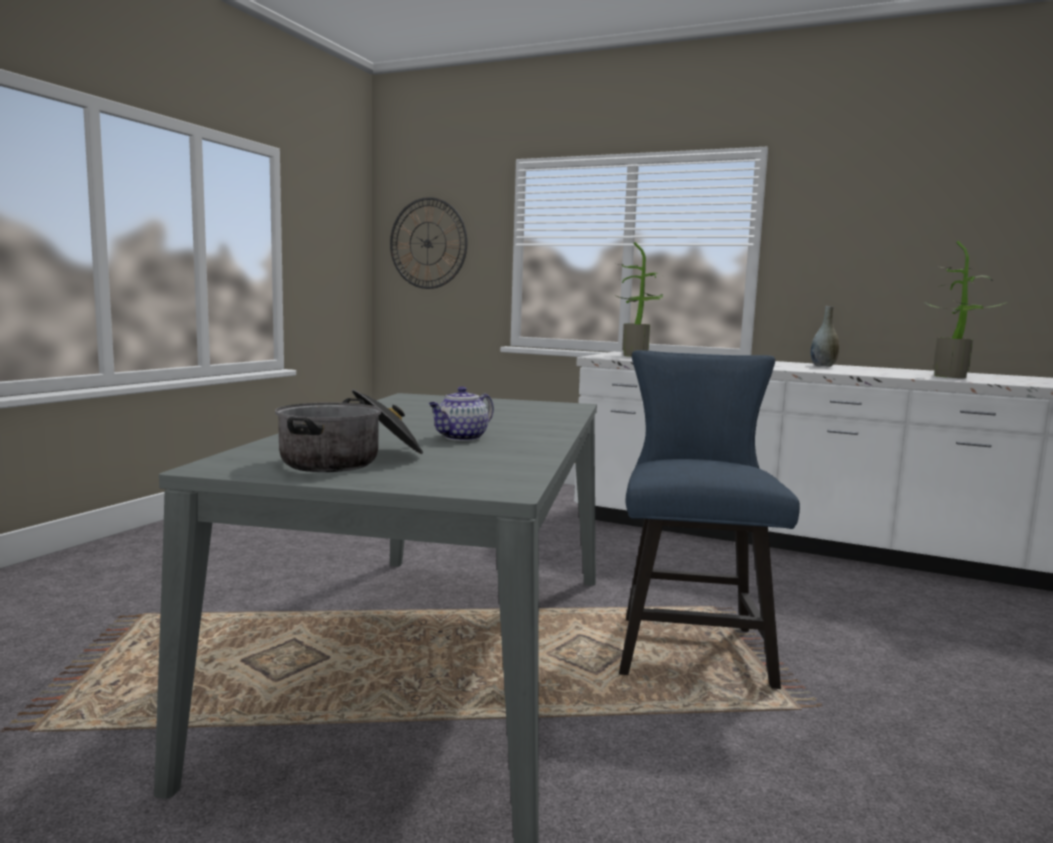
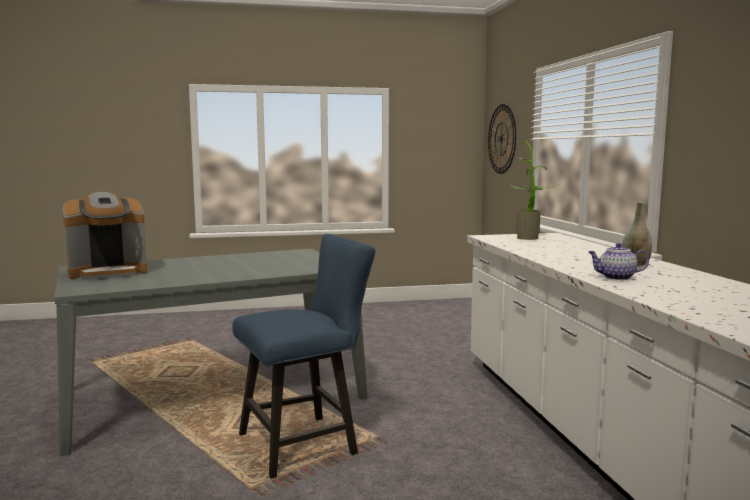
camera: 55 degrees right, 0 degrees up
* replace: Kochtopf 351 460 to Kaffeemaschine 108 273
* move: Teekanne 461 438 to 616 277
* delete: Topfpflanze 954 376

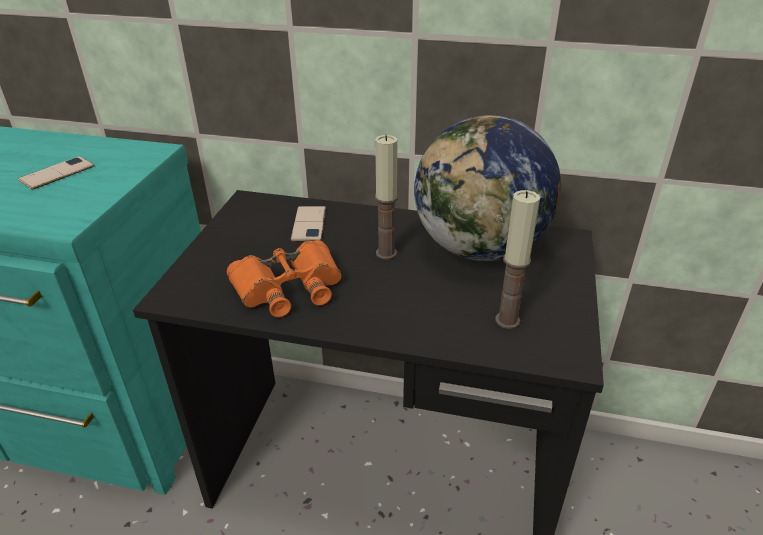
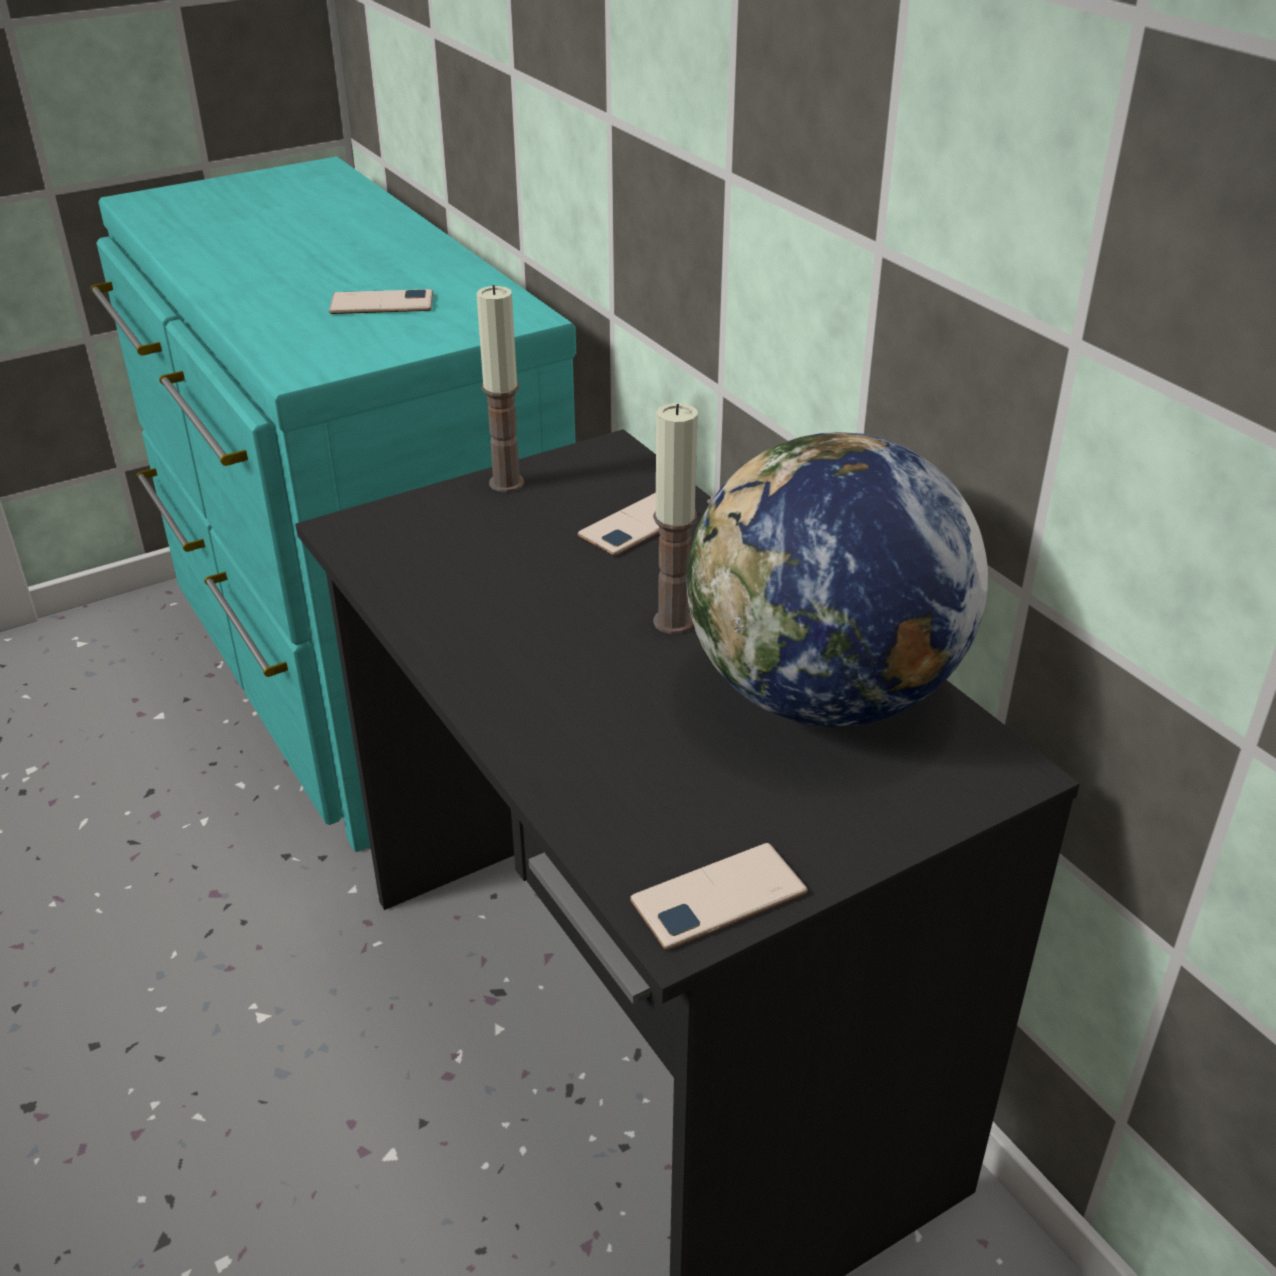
camera: 45 degrees right, 0 degrees up
* move: Kerze 507 320 to 506 483
* insert: Handy 719 896
* delete: Fernglas (orange) 288 287

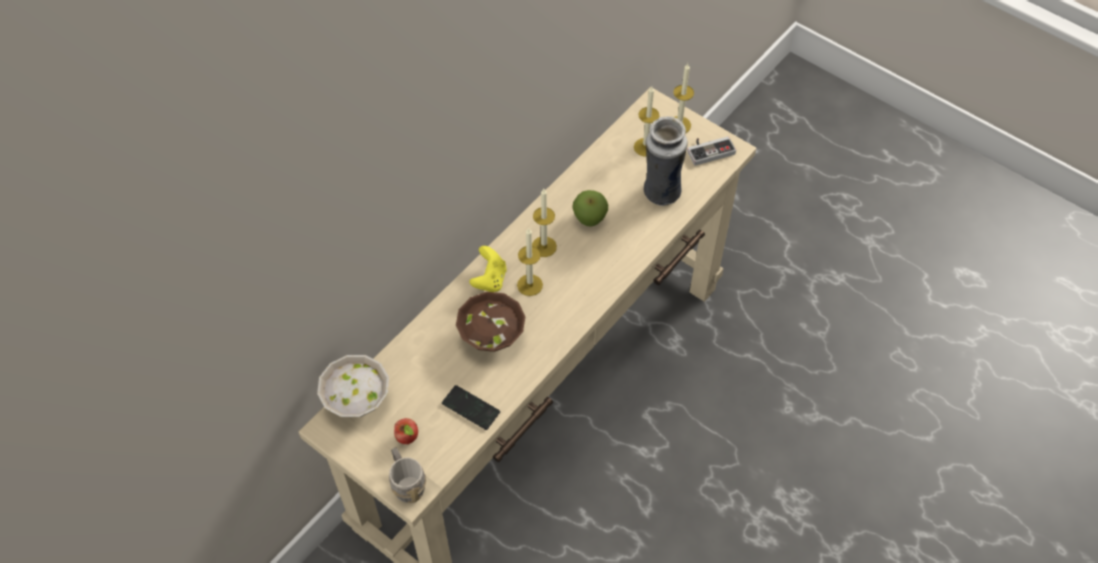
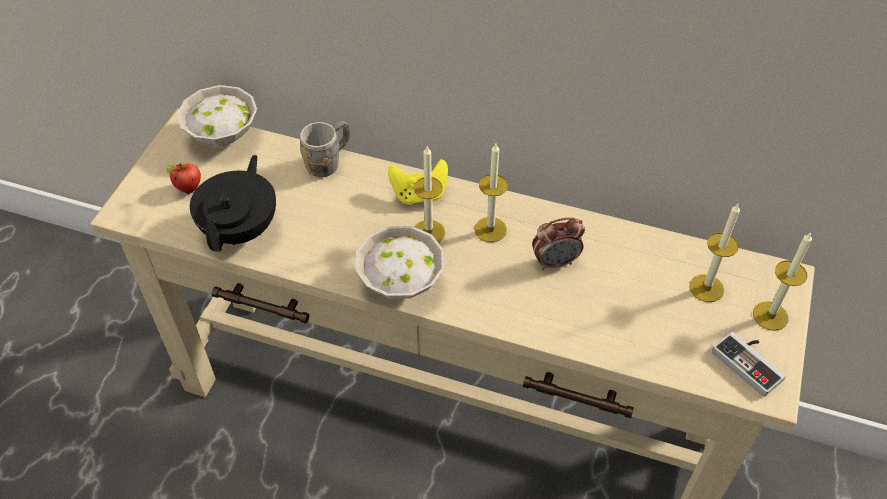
camera: 70 degrees right, 5 degrees down
* replace: Handy 471 408 to Teekanne (schwarz) 241 229
* move: Henkelbecher (grau) 406 483 to 328 162
* insert: Schüssel (weiß) 401 286
* replace: Apfel 589 219 to Wecker 555 262
* delete: Schüssel (braun) 492 335
* delete: Vase 660 193

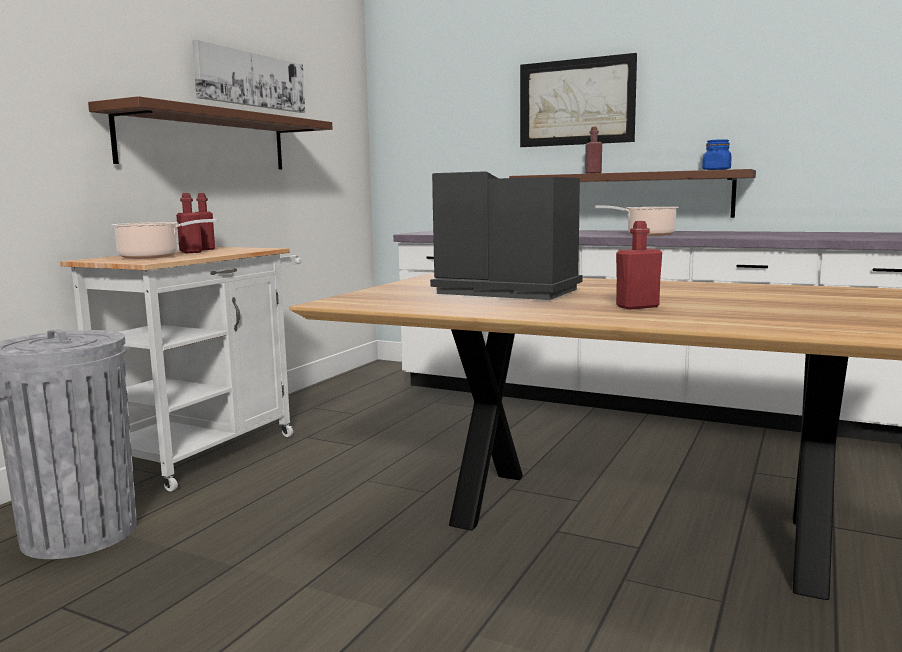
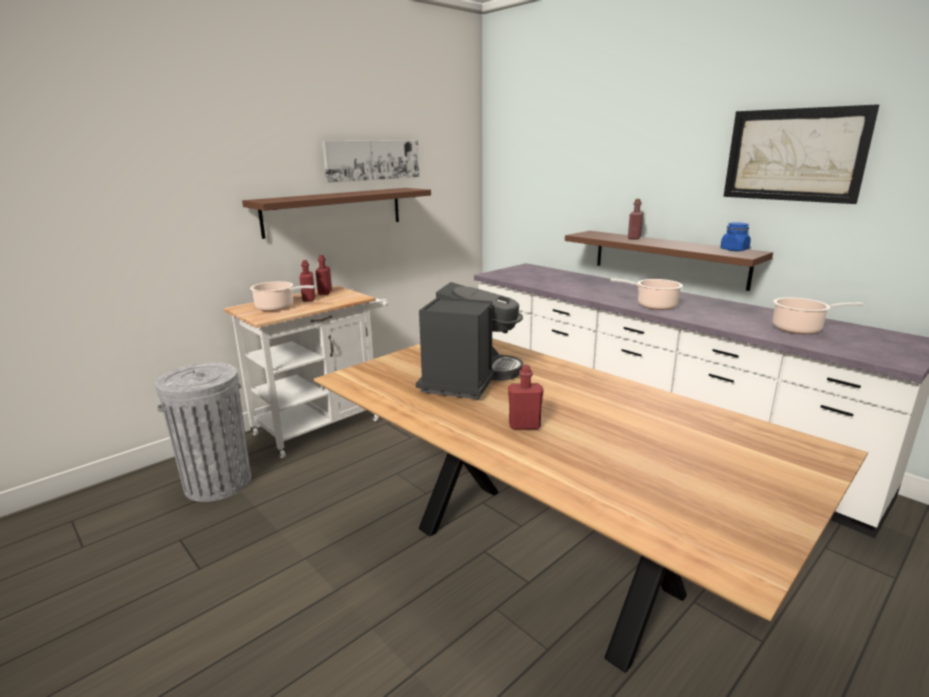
camera: 20 degrees right, 10 degrees up
* rotate: Kaffeemaschine 505 292 = 468 378 60 degrees clockwise
* move: Bild 576 102 to 794 155
* insert: Kochtopf 800 329

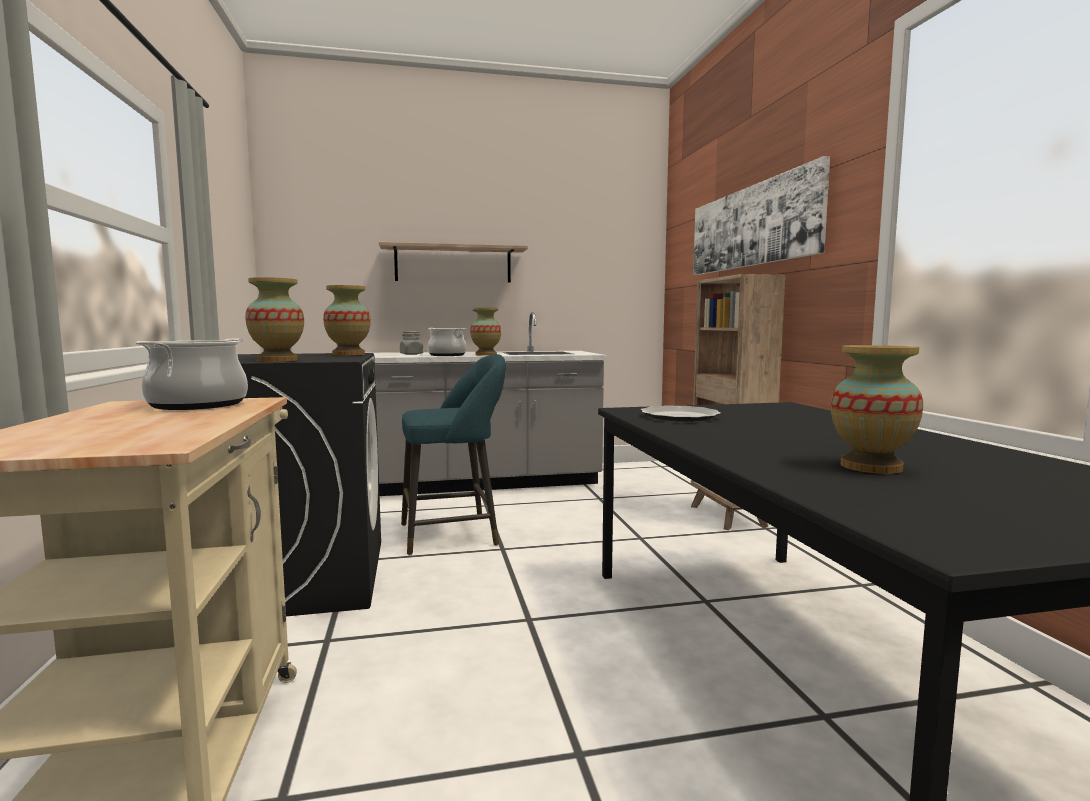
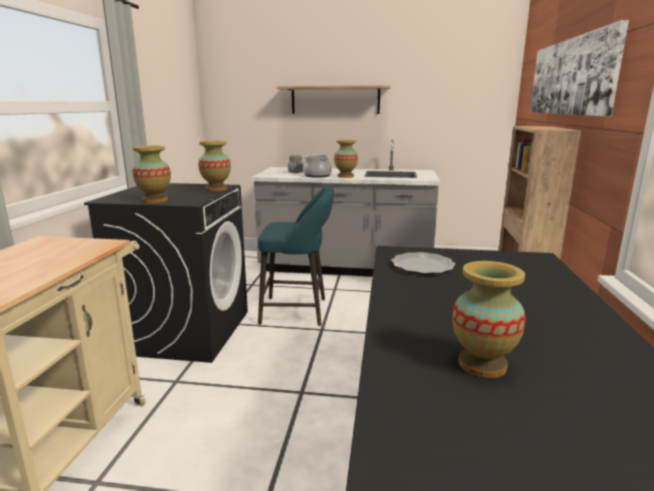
camera: 20 degrees right, 10 degrees up
* delete: Kochtopf 197 405

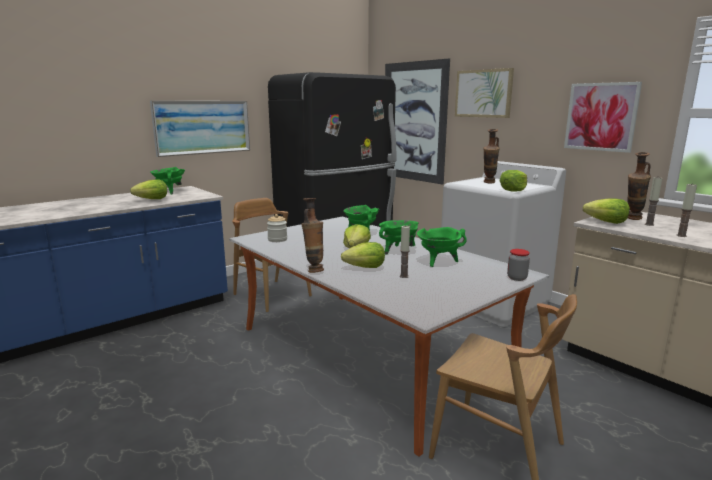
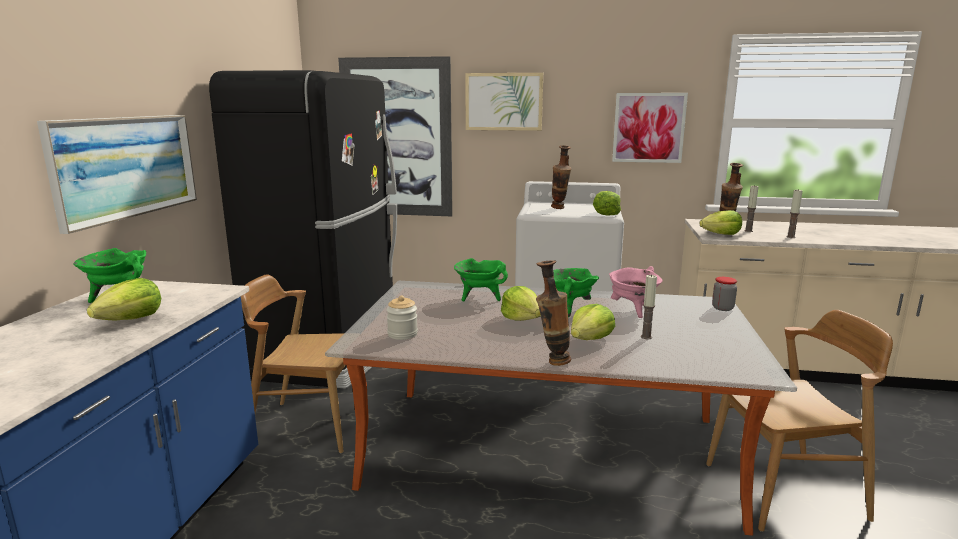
camera: 40 degrees left, 0 degrees up
* recolor: Kochtopf (grün) 438 262 to Kochtopf (rosa) 632 311

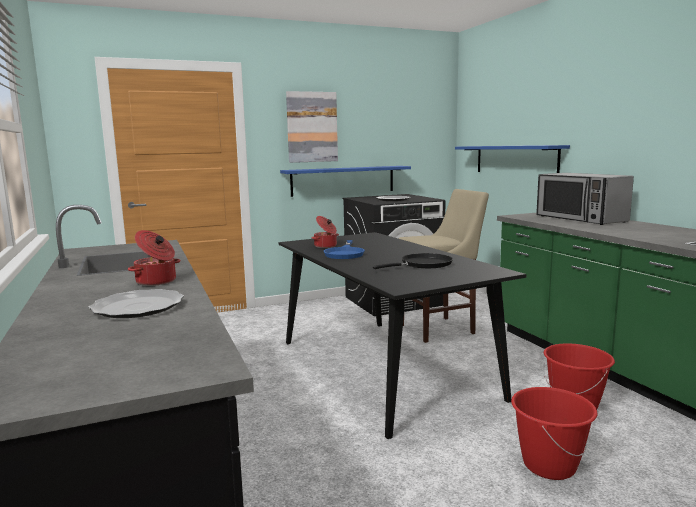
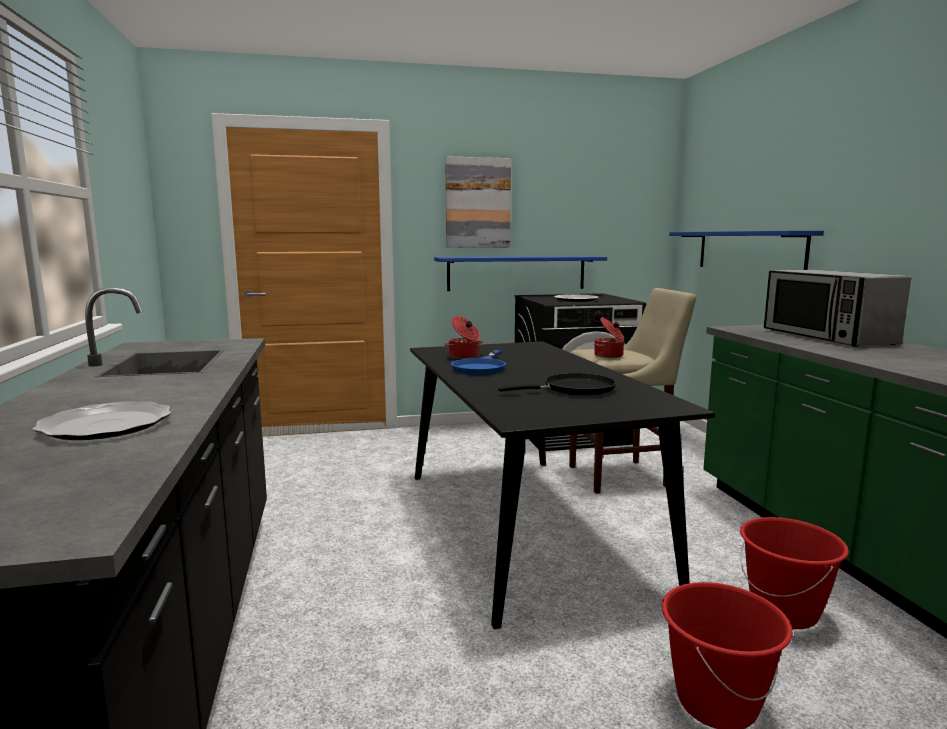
camera: 10 degrees right, 0 degrees up
* move: Kochtopf 157 281 to 609 356

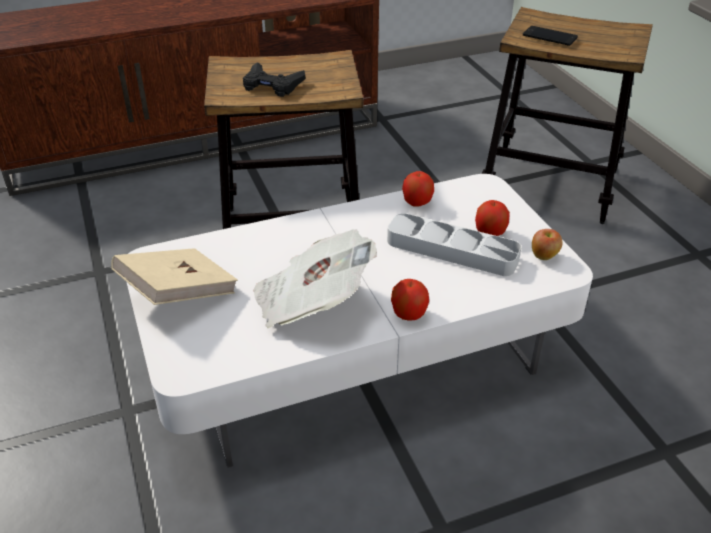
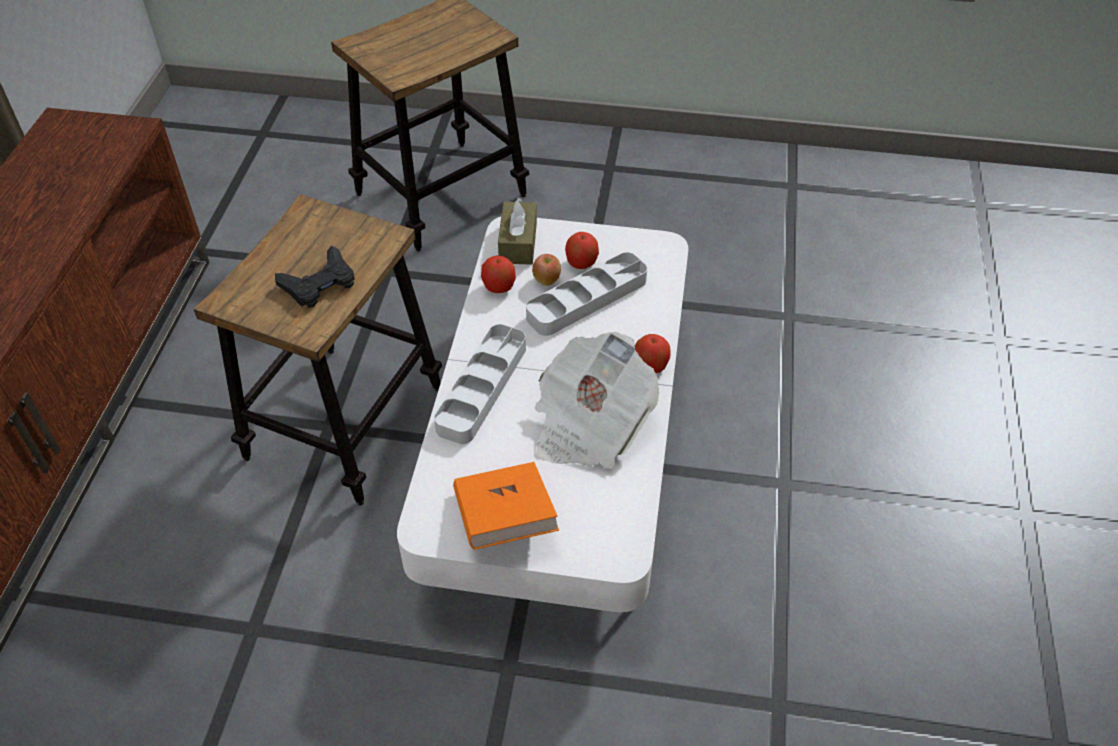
camera: 60 degrees left, 10 degrees up
* insert: Tablett (grau) 482 388
* recolor: Buch (beige) 178 294 to Buch (orange) 505 520
* insert: Taschentuchbox (braun) 518 243
* move: Apfel 544 256 to 547 280
* delete: Handy 549 36

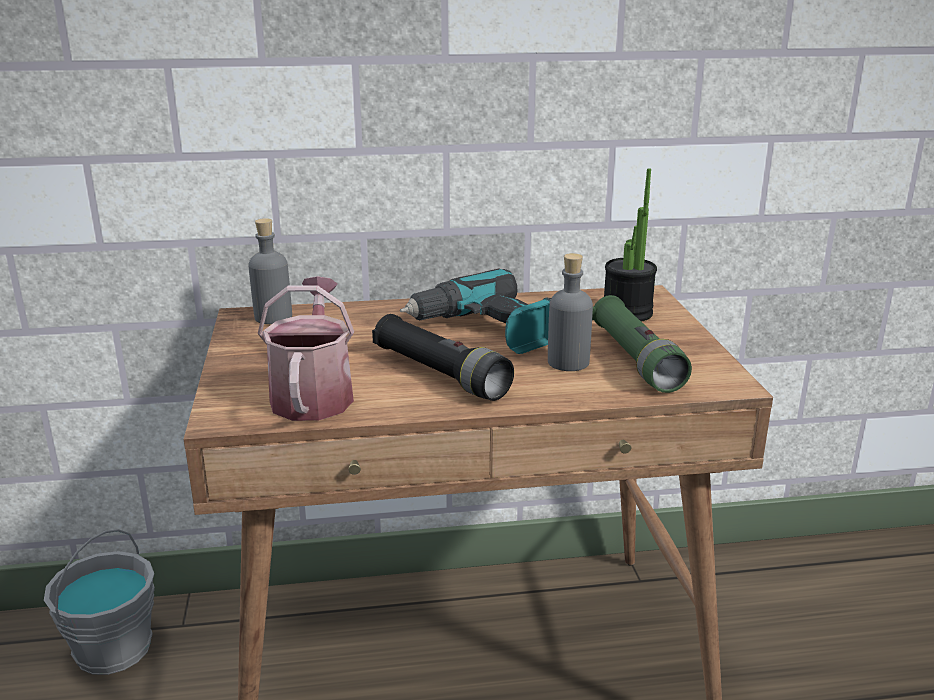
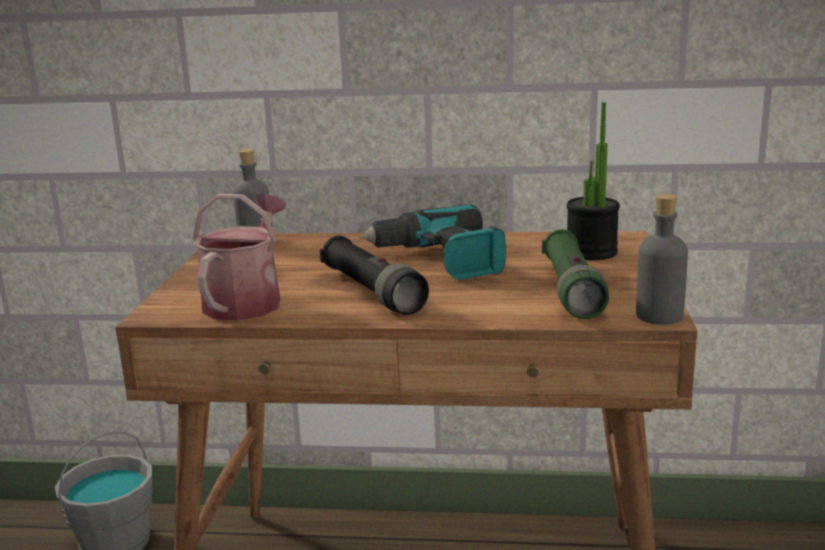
camera: 15 degrees right, 5 degrees down
* move: Flasche (grau) 568 362 to 659 316

